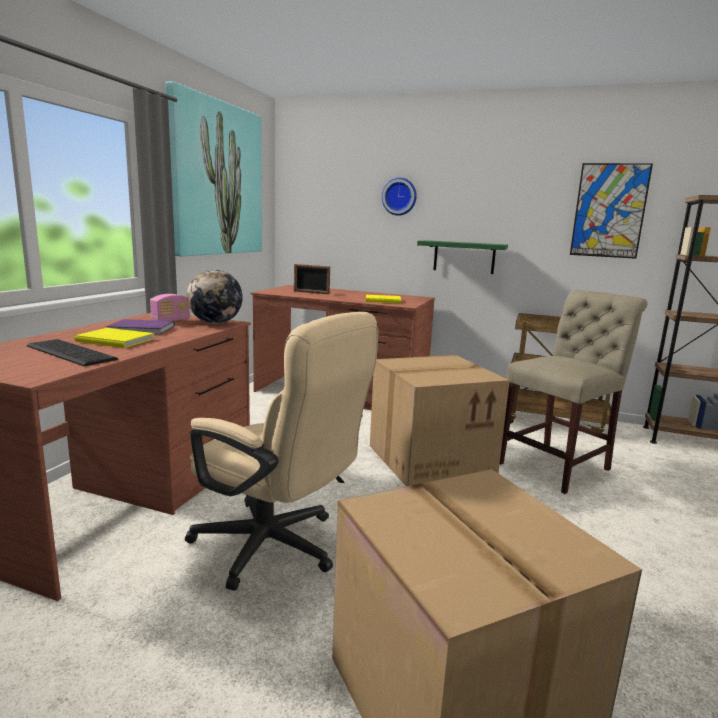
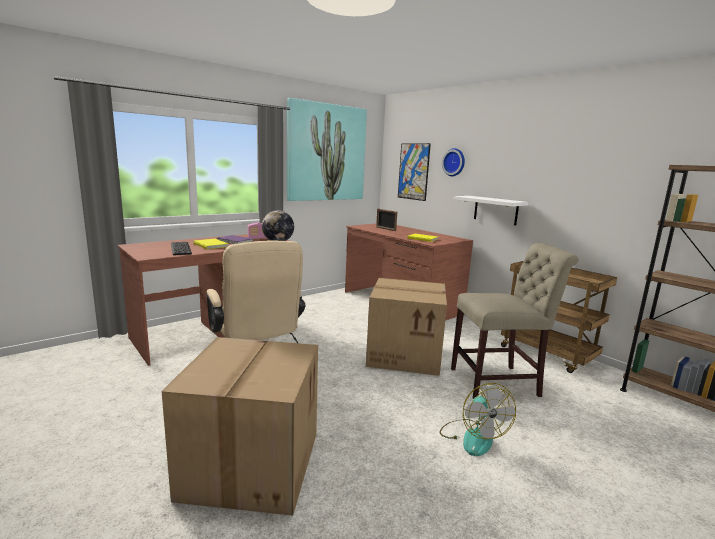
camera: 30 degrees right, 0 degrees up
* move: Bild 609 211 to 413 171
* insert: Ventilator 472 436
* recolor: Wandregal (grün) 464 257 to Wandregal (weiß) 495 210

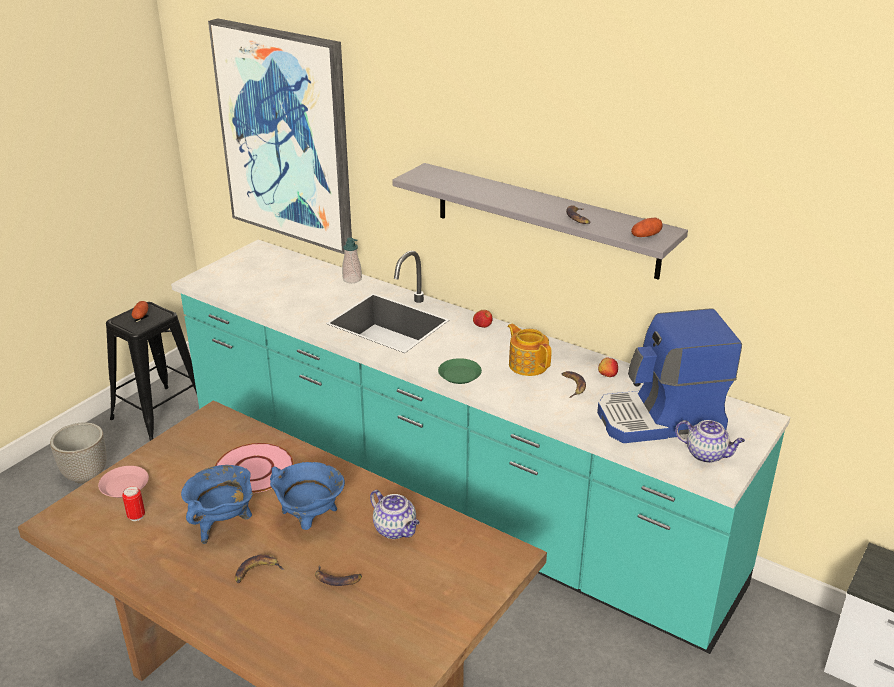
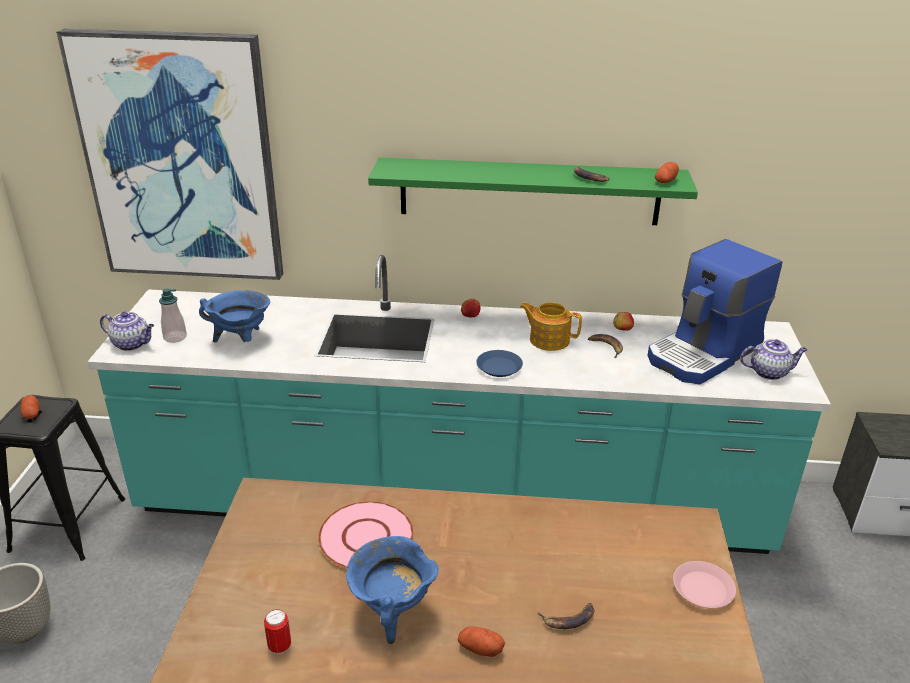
camera: 30 degrees left, 0 degrees up
* move: Teekanne 396 530 to 132 344
* move: Seifenspender 352 279 to 175 337
* move: Kochtopf (blau) 310 520 to 241 340
* recolor: Wandregal (grau) 545 220 to Wandregal (grün) 529 191
* replace: Banane 256 571 to Kartoffel 480 649
* recolor: Teller (grün) 459 374 to Teller (blau) 499 367
* move: Teller (rosa) 124 486 to 702 589

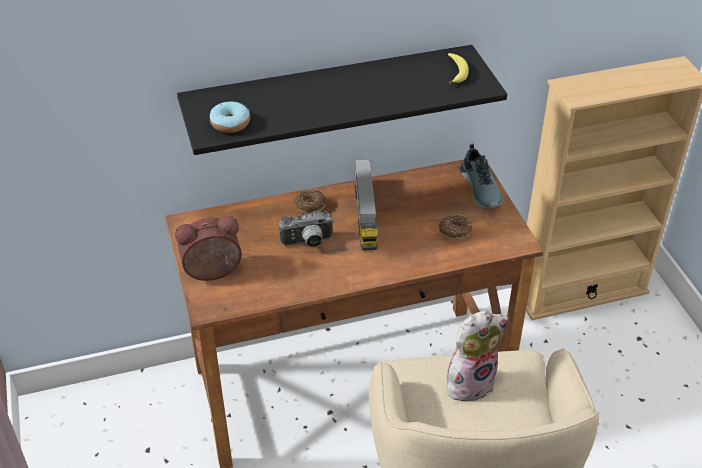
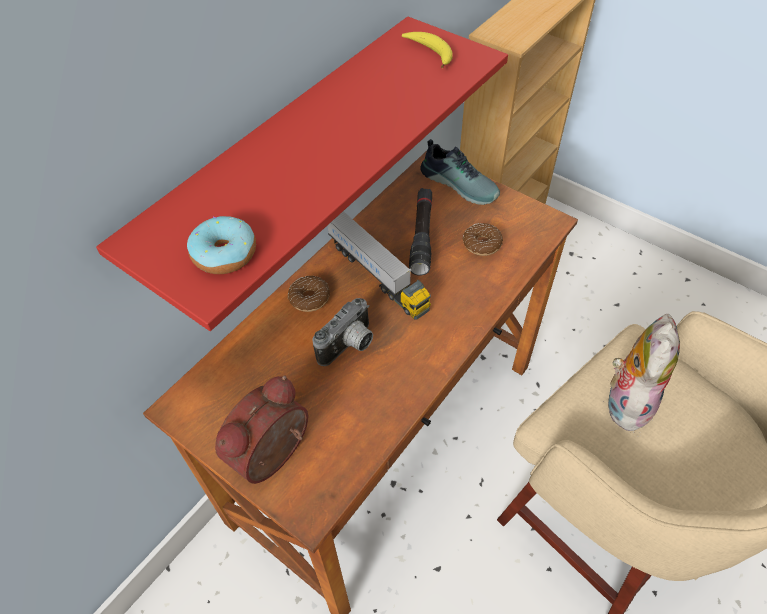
camera: 35 degrees left, 10 degrees up
* recolor: Wandregal (schwarz) 329 99 to Wandregal (rot) 284 156
* insert: Taschenlampe (schwarz) 422 236

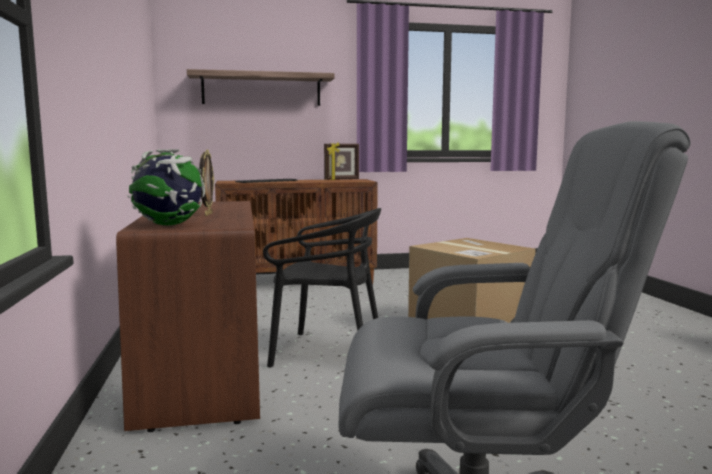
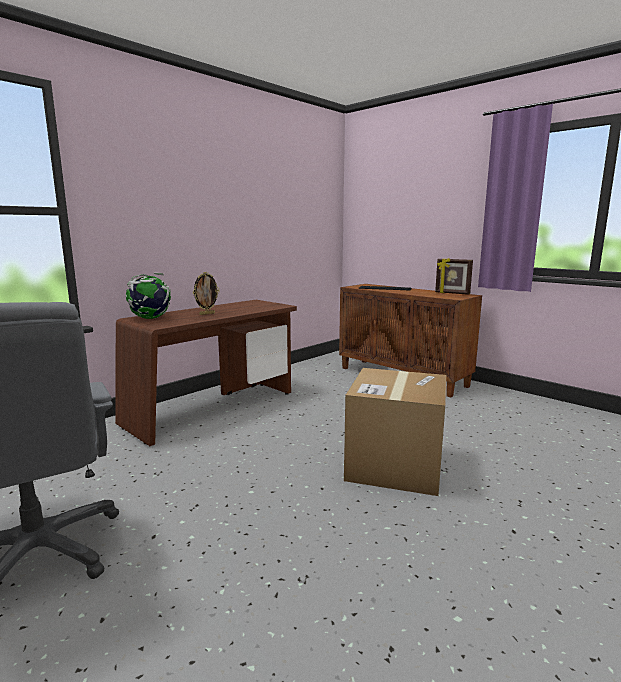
camera: 55 degrees right, 5 degrees up
* delete: Wandregal 261 89
* delete: Stuhl (schwarz) 327 352

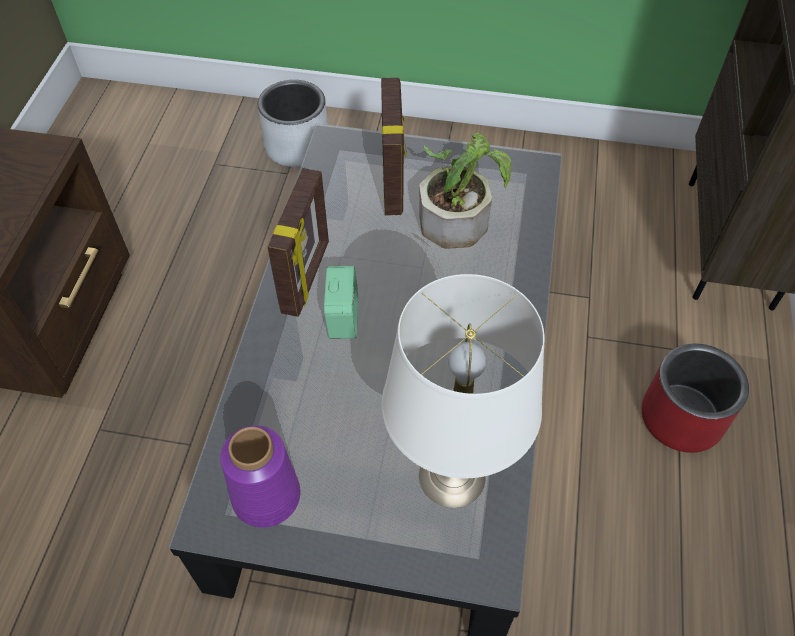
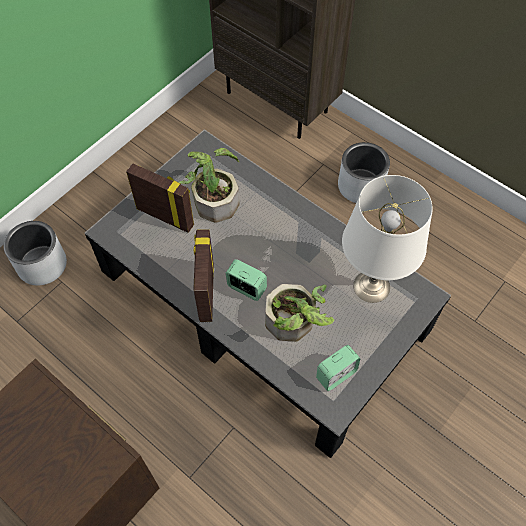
camera: 60 degrees left, 5 degrees up
* rotate: Bilderrahmen 307 277 = 205 292 135 degrees counterclockwise
* insert: Topfpflanze 294 324
* replace: Vase (lila) 267 496 to Wecker 336 374
* recolor: Pflanzkübel (rot) 682 418 to Pflanzkübel (grau) 361 186

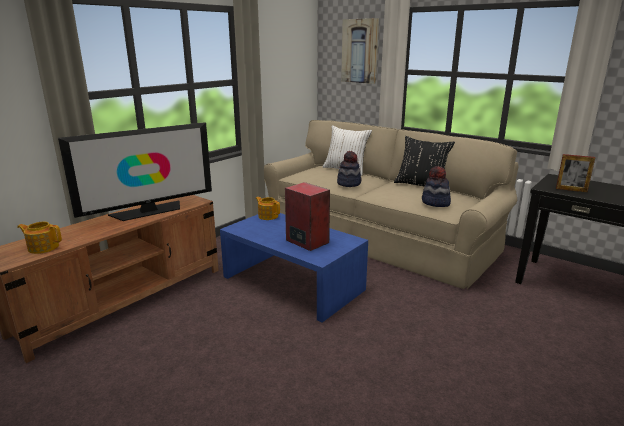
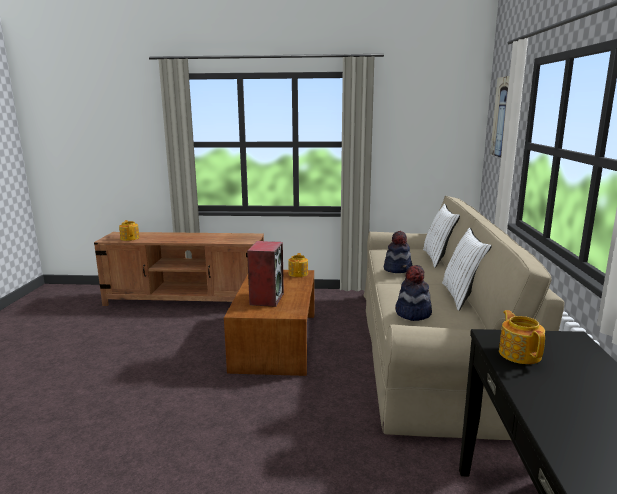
camera: 55 degrees right, 5 degrees down
* recolor: Couchtisch (blau) 293 283 to Couchtisch (braun) 276 341
* recolor: Kissen (schwarz) 421 186 to Kissen (weiß) 461 296
* replace: Bilderrahmen 571 190 to Teekanne 519 354
* delete: Fernseher 149 211

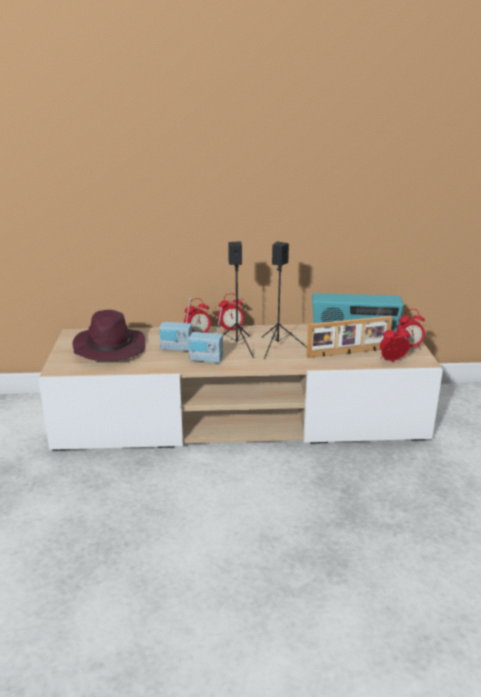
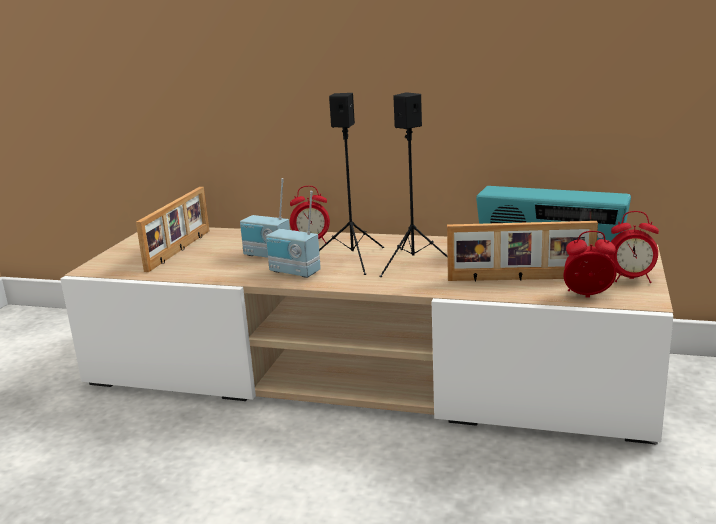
camera: 20 degrees right, 5 degrees down
* replace: Hut (lila) 109 348 to Bilderrahmen 180 250
* delete: Wecker 231 330

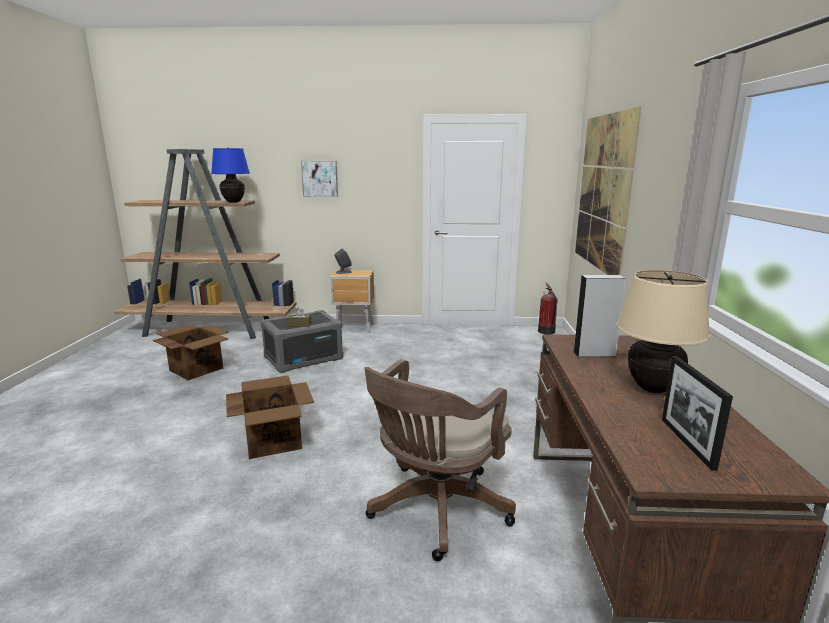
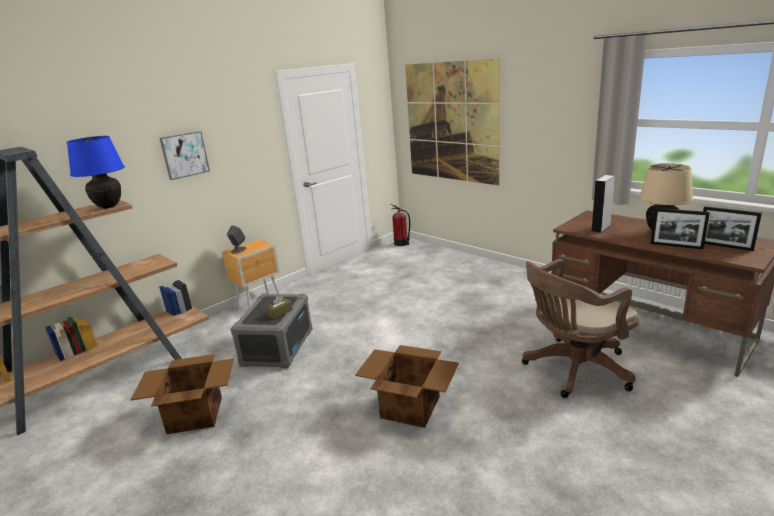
camera: 45 degrees left, 5 degrees up
* rotate: Bürostuhl (braun) 435 511 = 573 370 75 degrees clockwise
* insert: Bilderrahmen 676 246

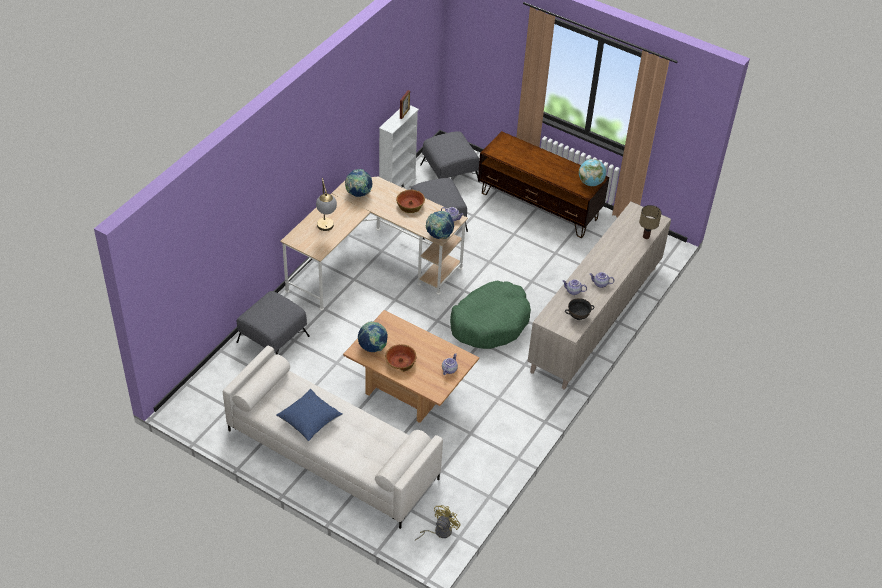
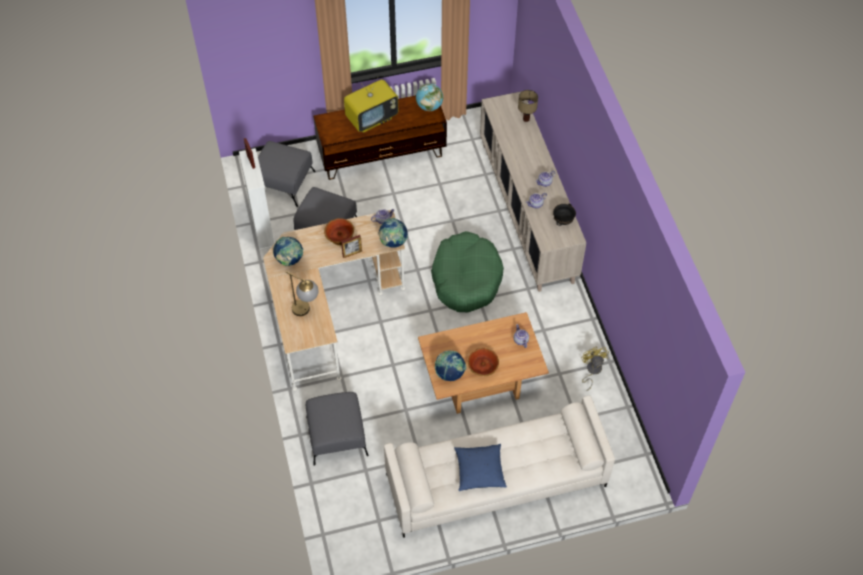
camera: 45 degrees left, 10 degrees up
* insert: Bilderrahmen 352 253
* insert: Fernseher 372 118
* move: Ventilator (gelb) 439 532 to 592 371

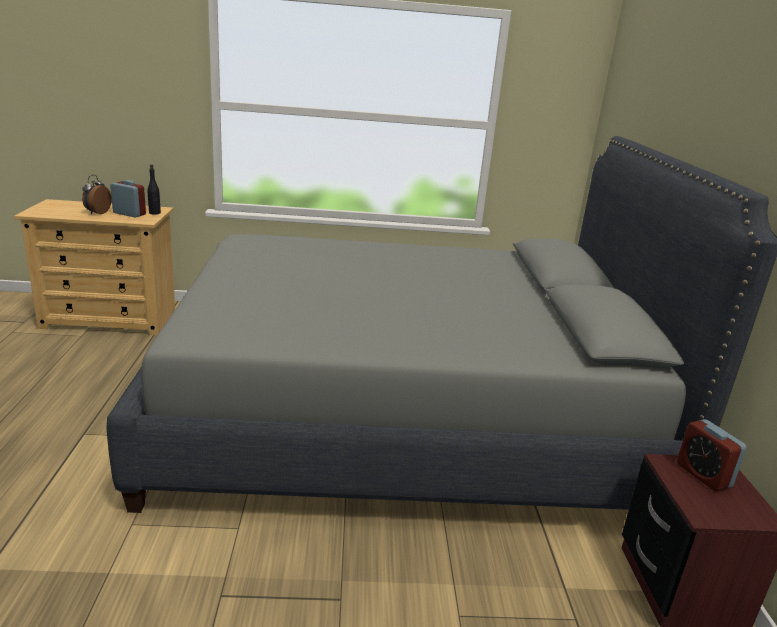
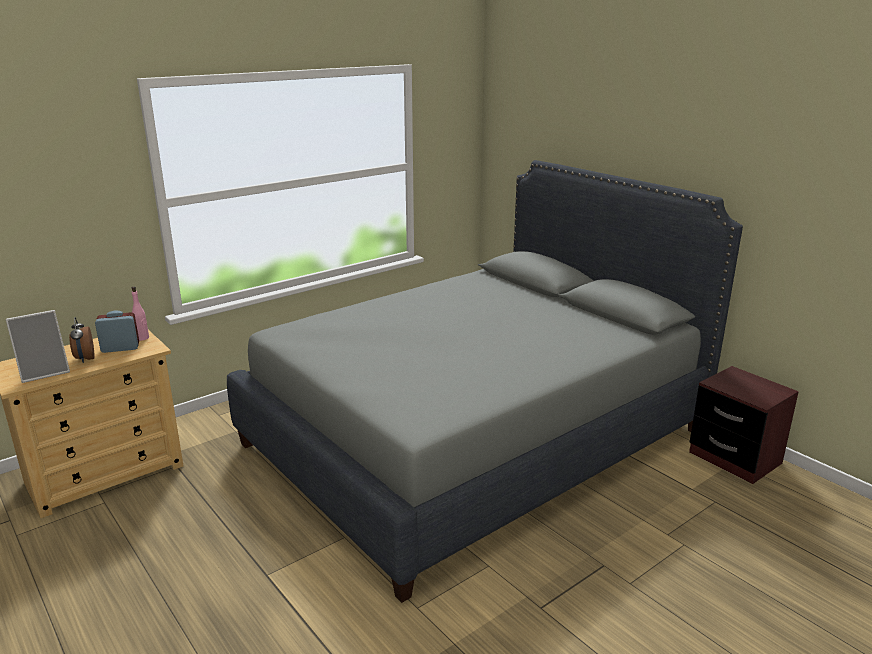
camera: 35 degrees left, 0 degrees up
* insert: Bilderrahmen 45 372
* recolor: Flasche (schwarz) 155 213 to Flasche (rosa) 142 338
* delete: Wecker 703 475

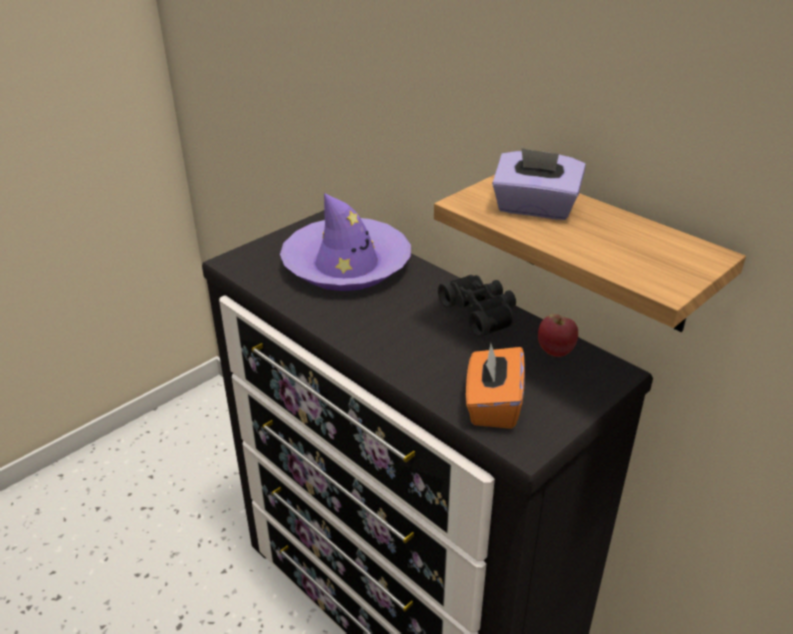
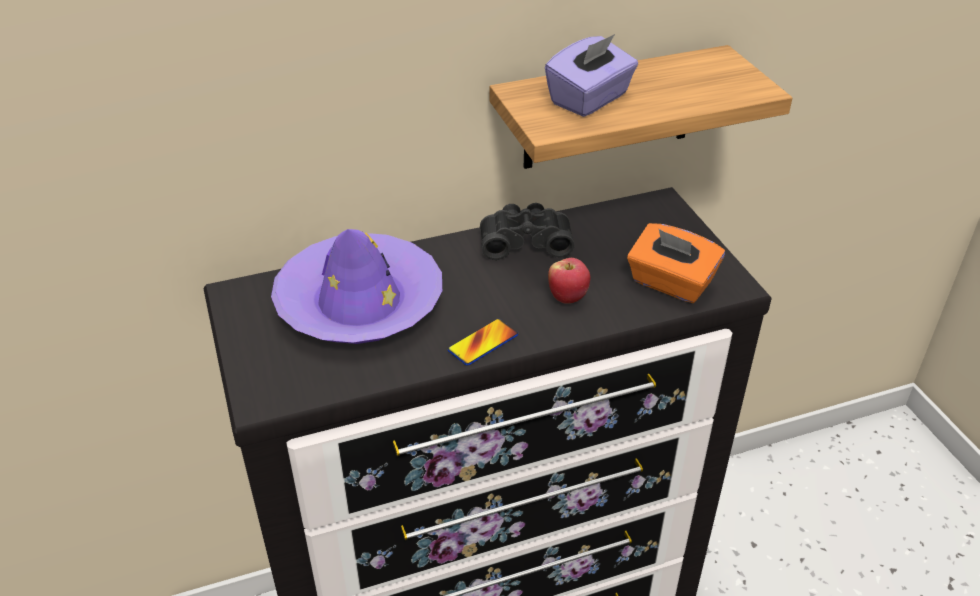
camera: 65 degrees left, 5 degrees up
* insert: Handy 483 343
* move: Apfel 555 351 to 567 297

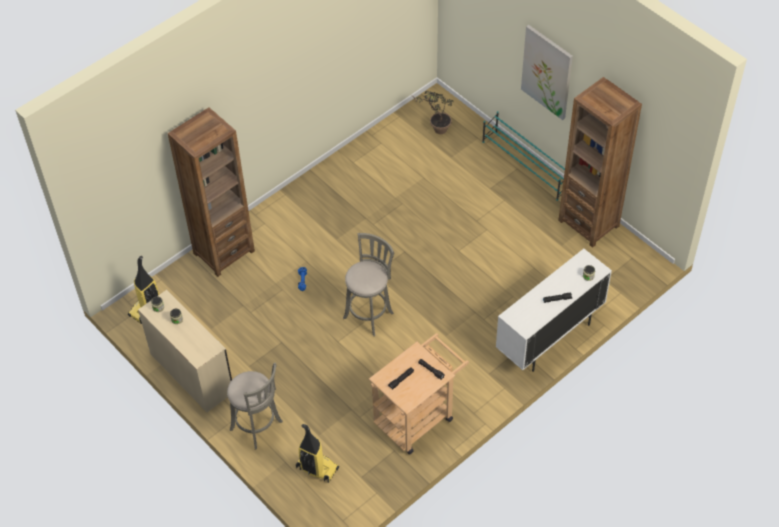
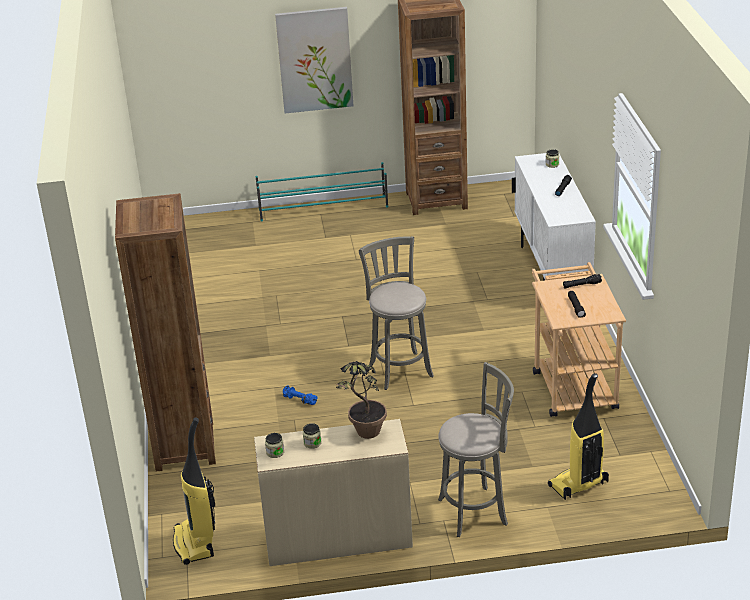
camera: 55 degrees left, 20 degrees down
* move: Topfpflanze 435 130 to 364 436

